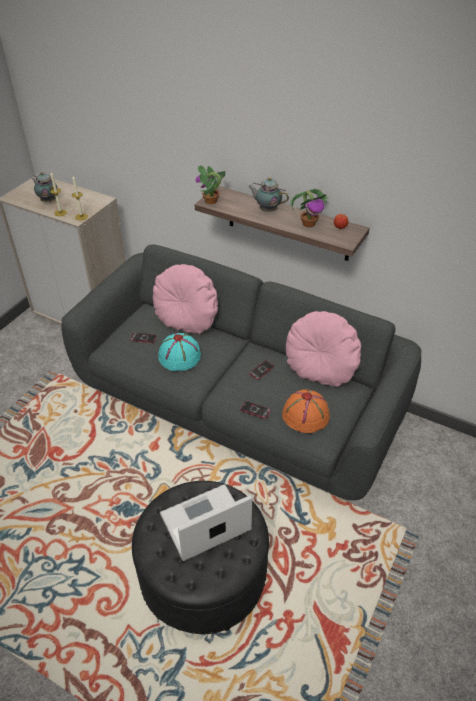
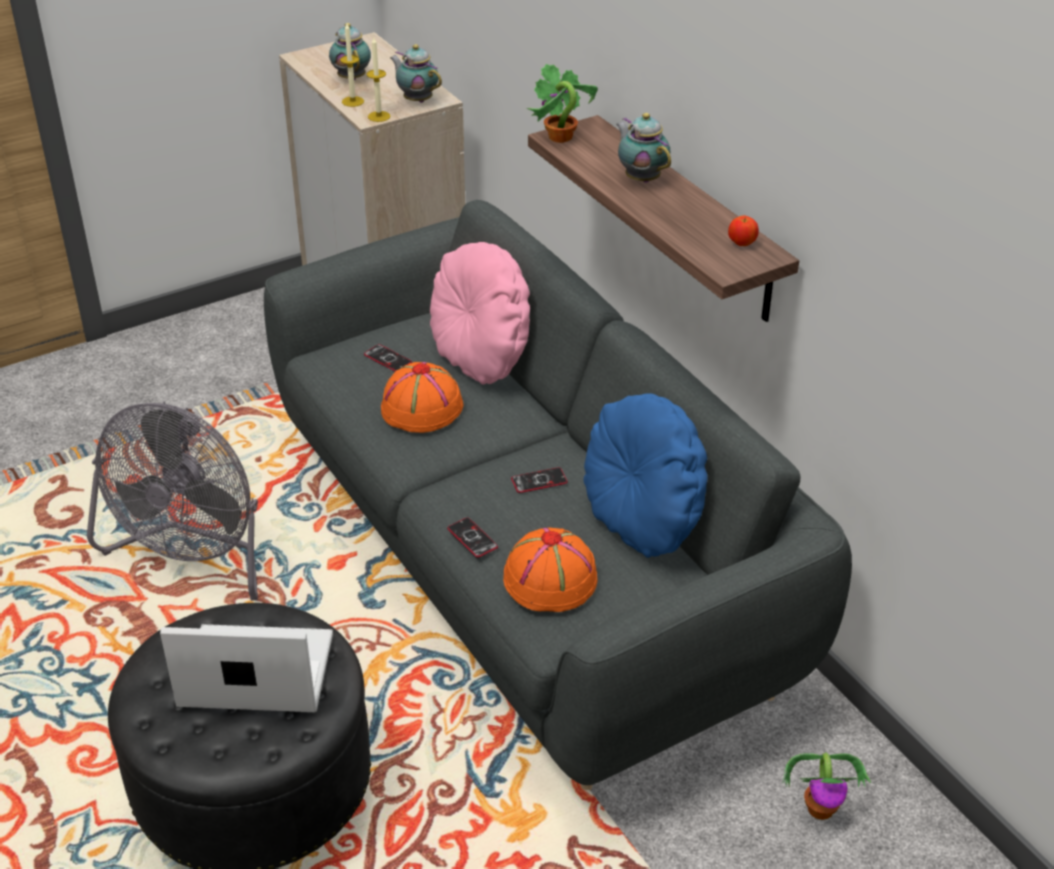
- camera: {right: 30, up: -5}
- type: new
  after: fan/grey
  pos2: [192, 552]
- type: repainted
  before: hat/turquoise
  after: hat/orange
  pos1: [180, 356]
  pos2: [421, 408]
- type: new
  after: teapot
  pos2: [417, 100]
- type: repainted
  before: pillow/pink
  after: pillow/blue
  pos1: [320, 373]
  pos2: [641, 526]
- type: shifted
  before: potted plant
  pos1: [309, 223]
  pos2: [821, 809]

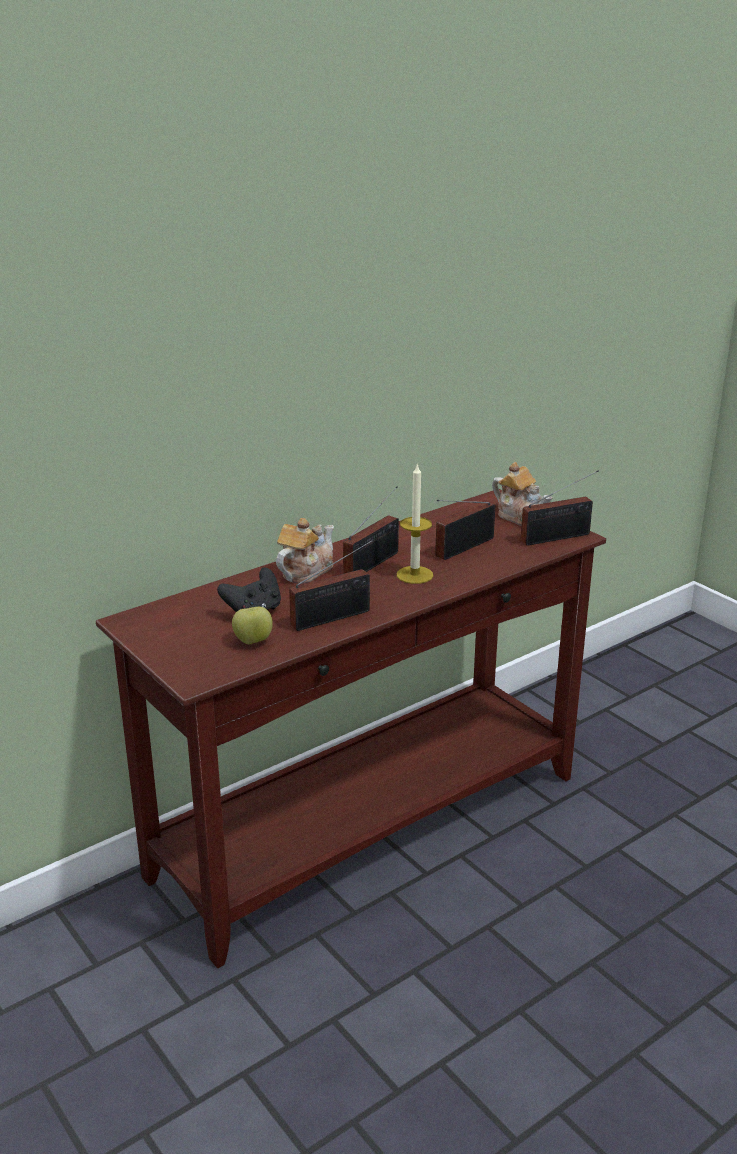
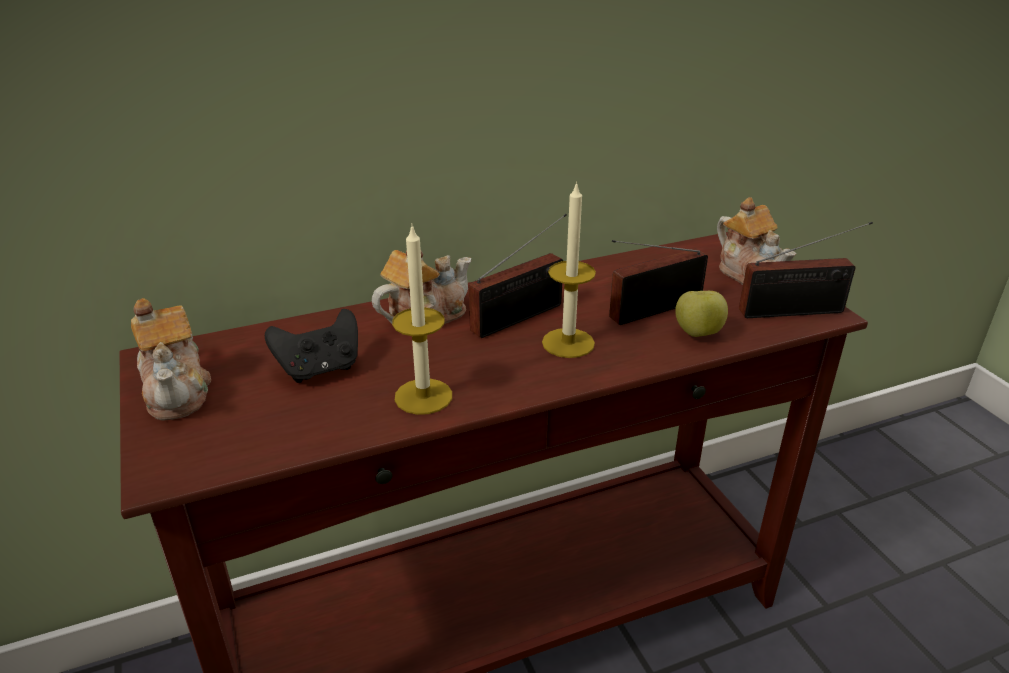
- camera: {right: 15, up: 5}
- type: new
  after: teapot
  pos2: [177, 390]
- type: swapped
  before: radio
  after: candle
  pos1: [335, 617]
  pos2: [423, 396]
- type: shifted
  before: apple
  pos1: [253, 641]
  pos2: [698, 333]

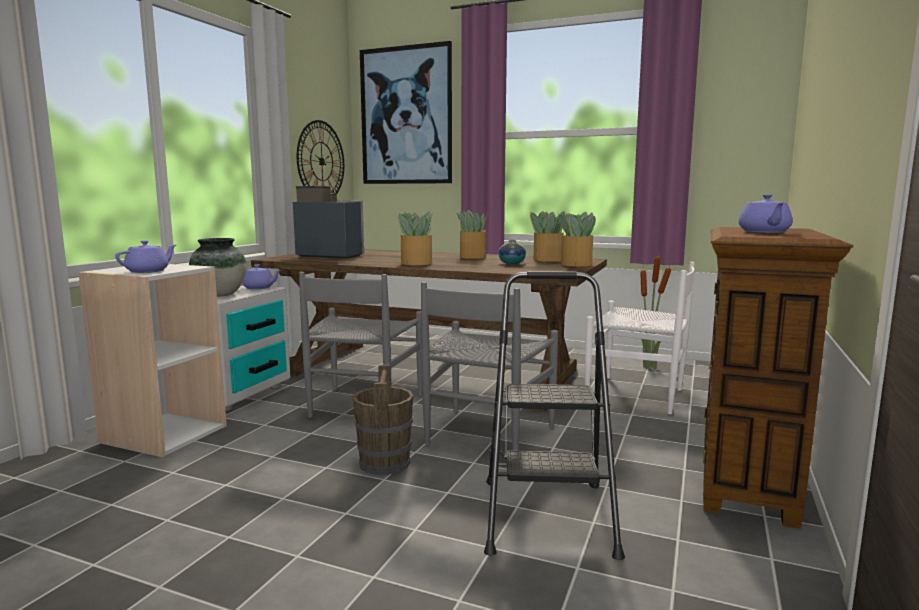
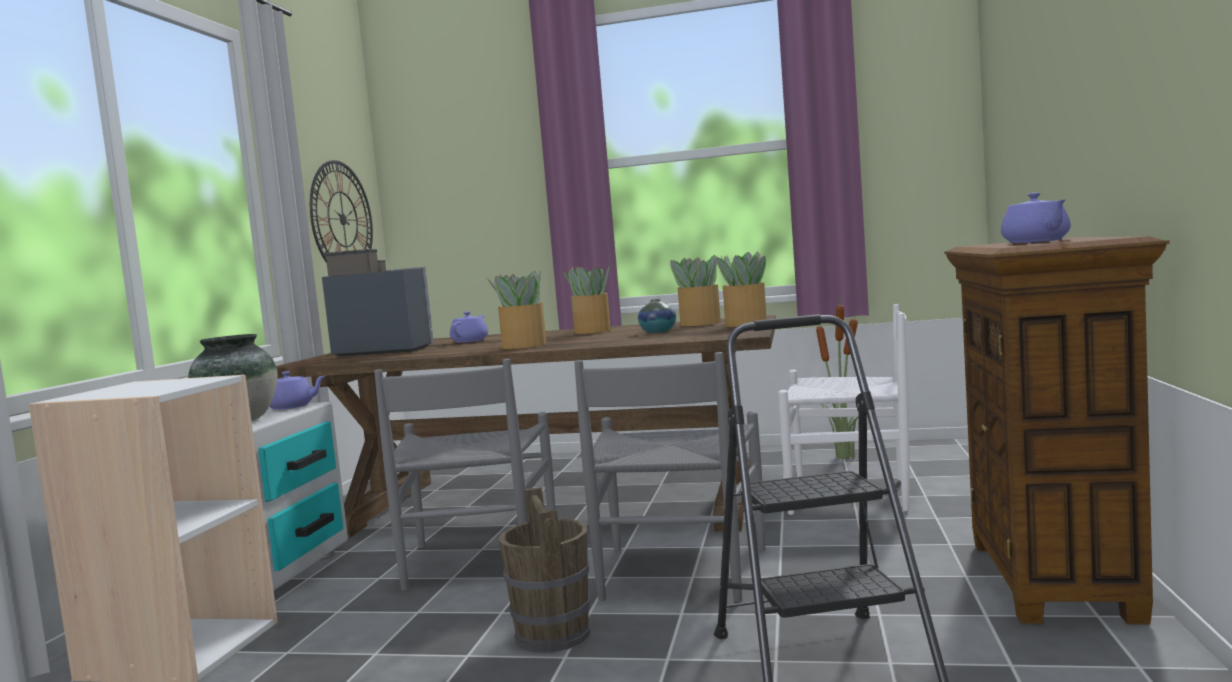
- camera: {right: -10, up: -5}
- type: shifted
  before: teapot/purple
  pos1: [148, 271]
  pos2: [470, 341]
- type: gone
  before: picture
  pos1: [406, 116]

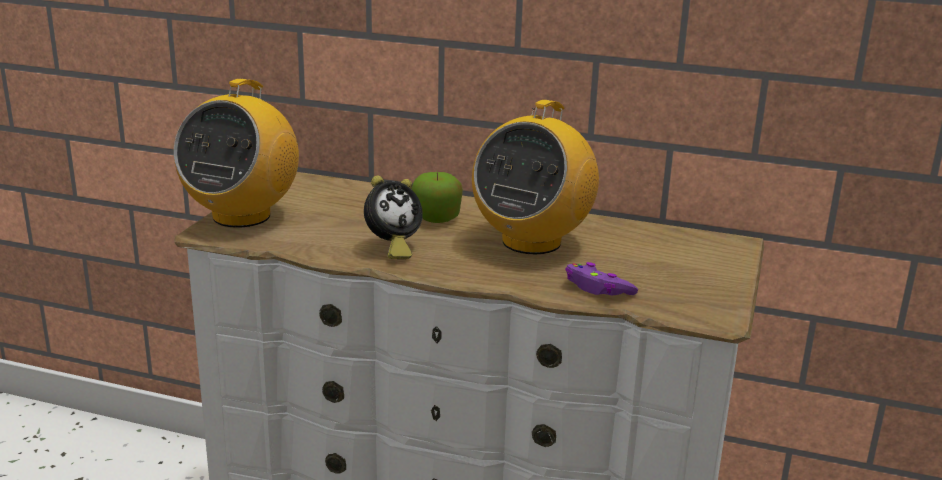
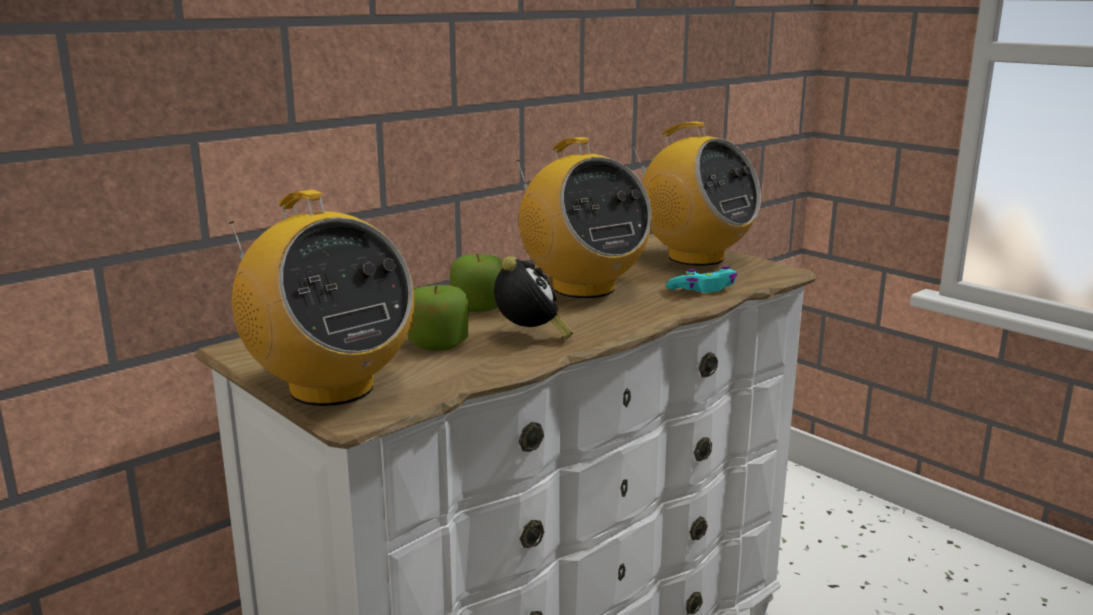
- camera: {right: -60, up: -5}
- type: new
  after: apple
  pos2: [437, 344]
- type: new
  after: radio
  pos2: [695, 257]
- type: repainted
  before: game controller/purple
  after: game controller/turquoise
  pos1: [598, 289]
  pos2: [704, 289]

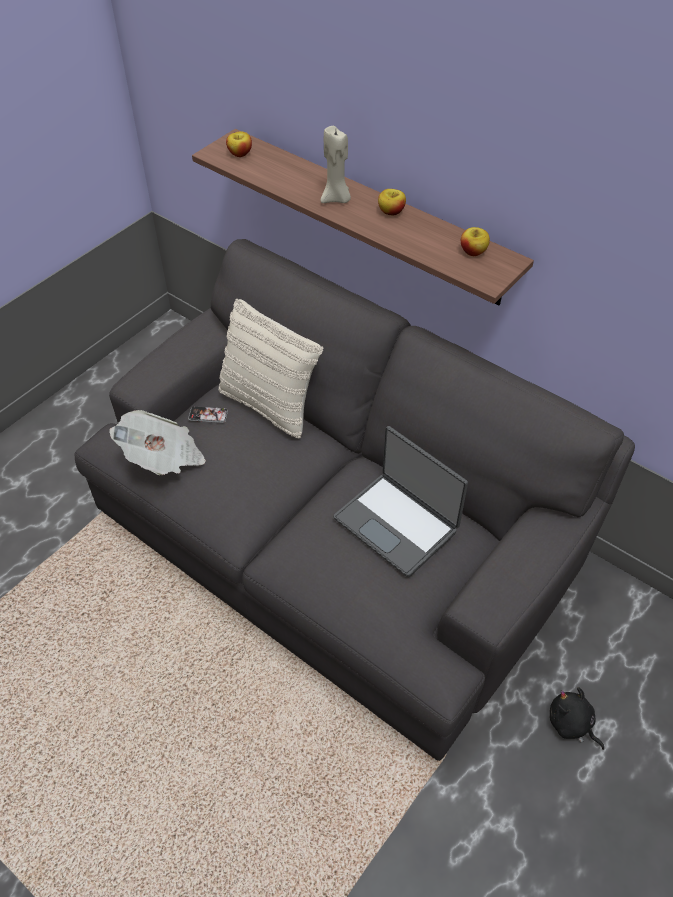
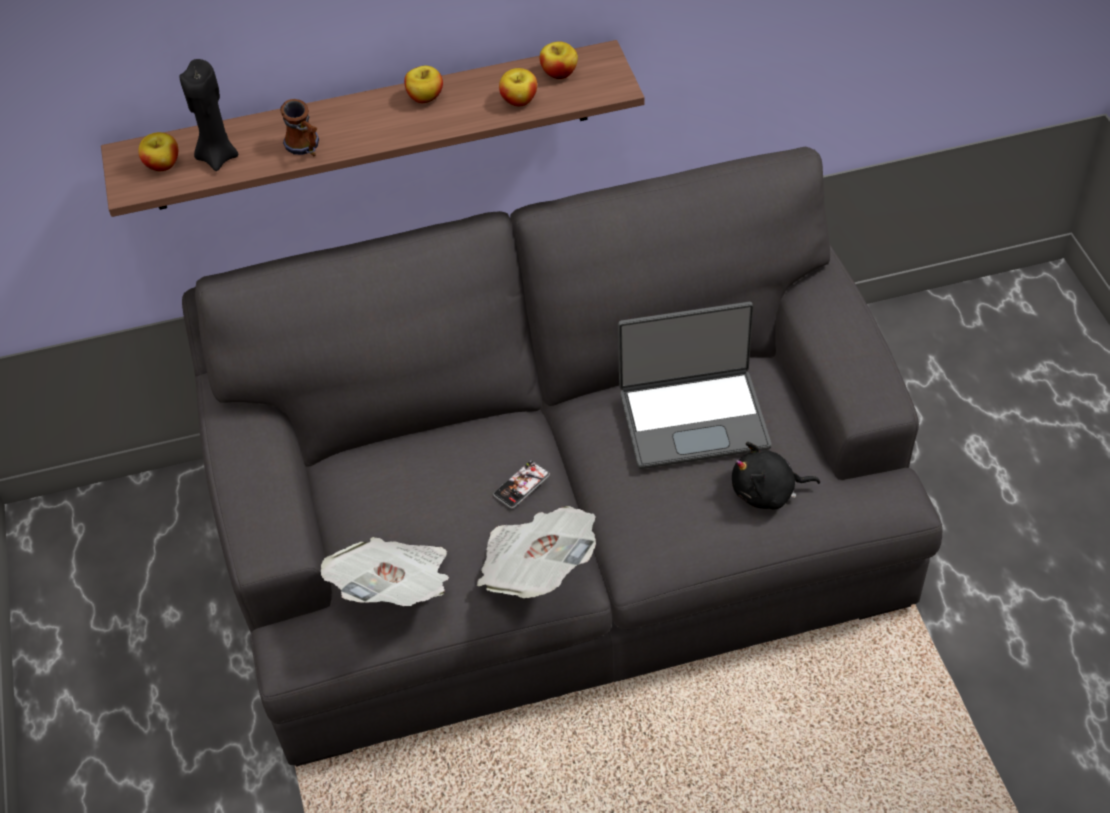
- camera: {right: -50, up: 0}
- type: new
  after: candle/black
  pos2: [217, 157]
- type: new
  after: mug
  pos2: [306, 149]
- type: new
  after: newspaper
  pos2: [536, 568]
- type: shifted
  before: phone
  pos1: [208, 415]
  pos2: [521, 485]
- type: new
  after: apple
  pos2: [519, 100]
- type: shifted
  before: plush toy/black
  pos1: [571, 724]
  pos2: [767, 492]
- type: gone
  before: pillow/beige
  pos1: [270, 406]
- type: gone
  before: candle/beige
  pos1: [336, 199]

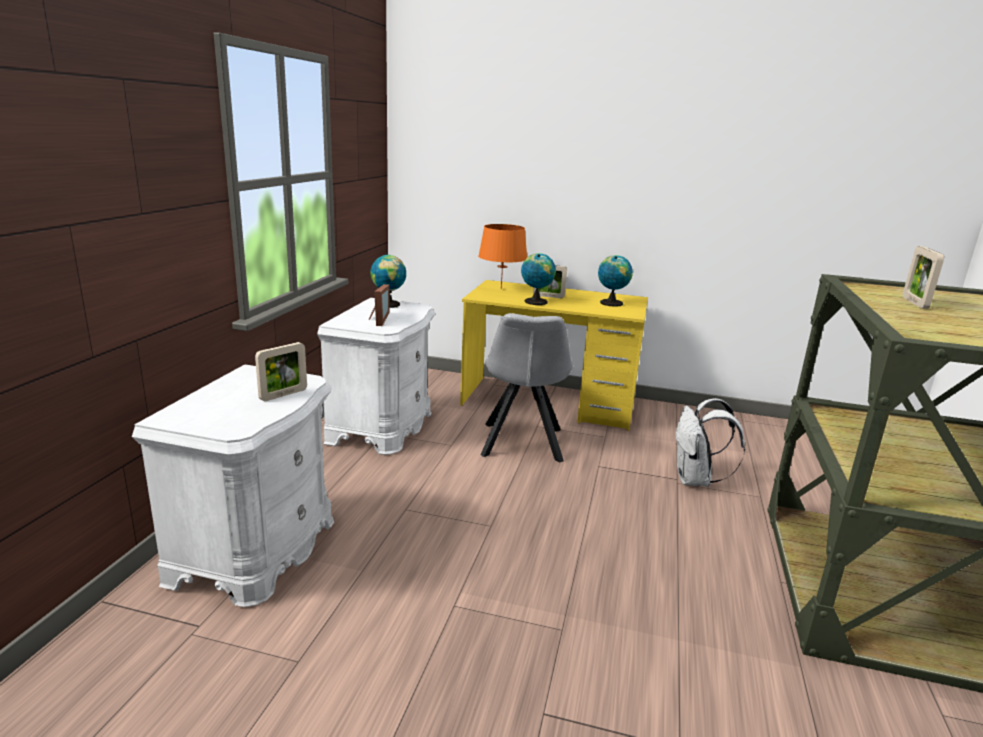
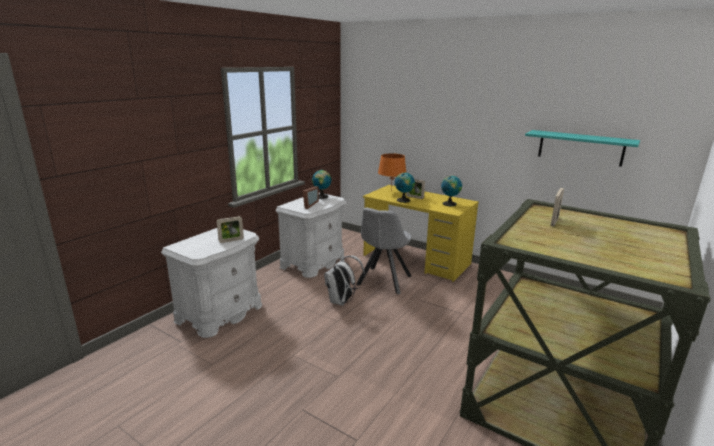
- camera: {right: 20, up: 0}
- type: shifted
  before: backpack/white
  pos1: [696, 480]
  pos2: [342, 301]
- type: new
  after: shelf/turquoise
  pos2: [580, 148]

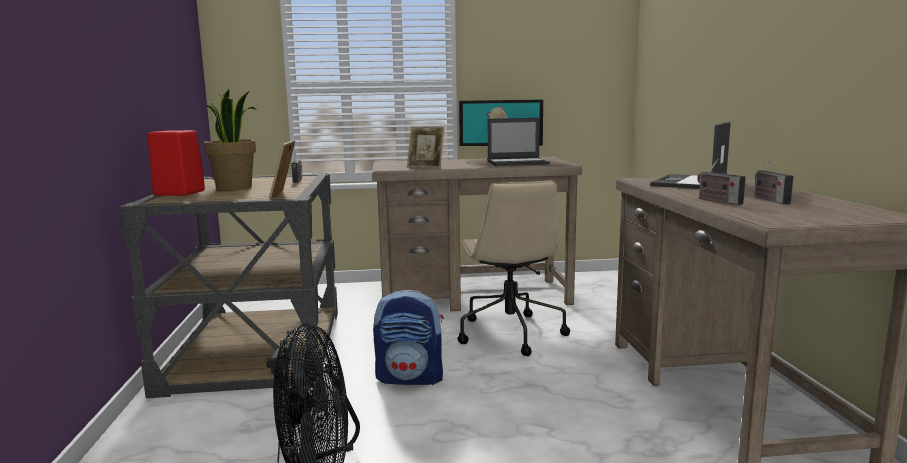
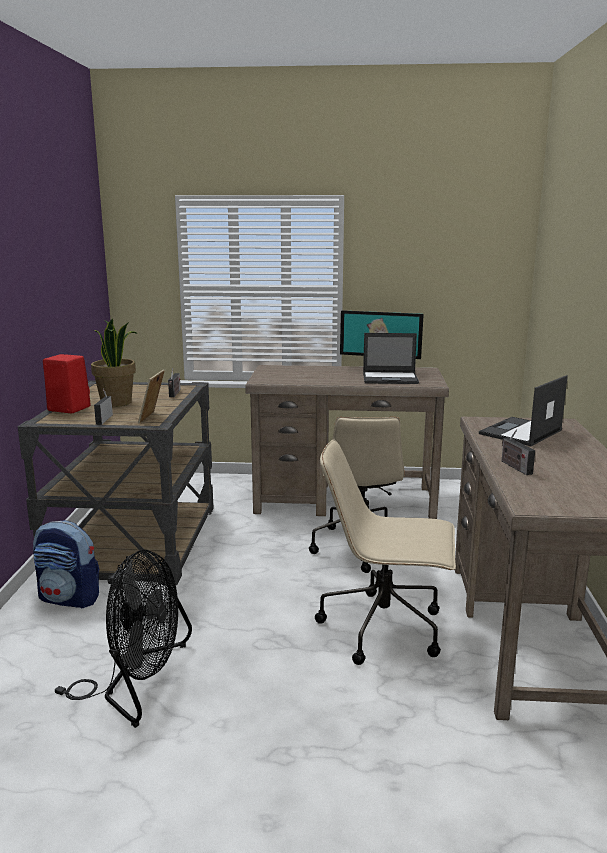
- camera: {right: 10, up: 5}
- type: shifted
  before: backpack
  pos1: [411, 378]
  pos2: [70, 598]
- type: shifted
  before: radio
  pos1: [769, 199]
  pos2: [104, 419]
- type: new
  after: office chair/beige
  pos2: [385, 628]
- type: gone
  before: picture frame
  pos1: [426, 167]

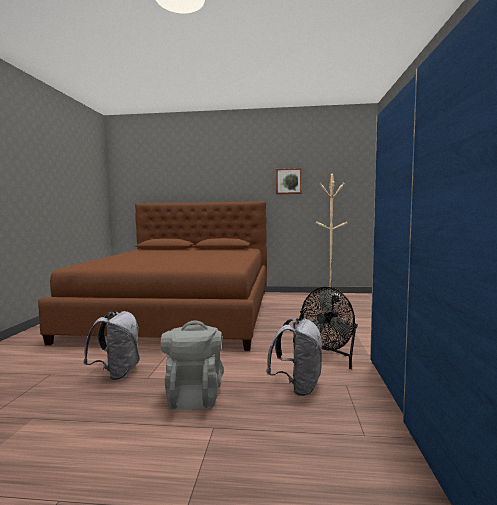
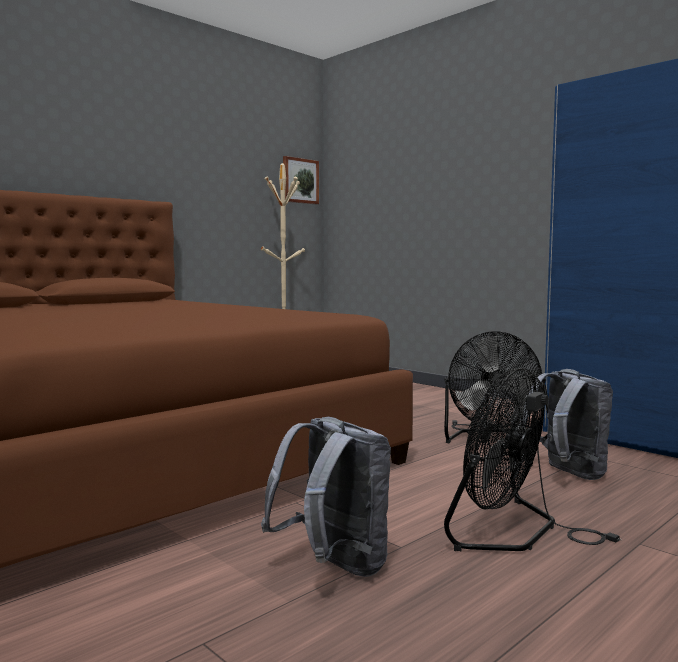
- camera: {right: -50, up: 0}
- type: shifted
  before: picture
  pos1: [288, 181]
  pos2: [300, 181]
- type: swapped
  before: backpack/grey
  after: fan/black
  pos1: [194, 395]
  pos2: [520, 530]

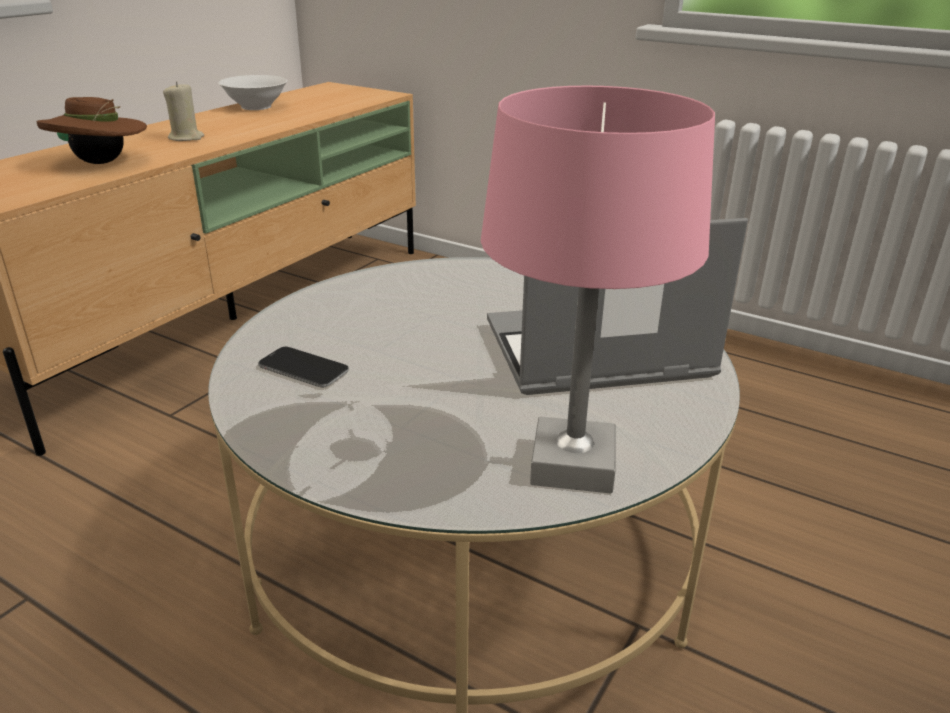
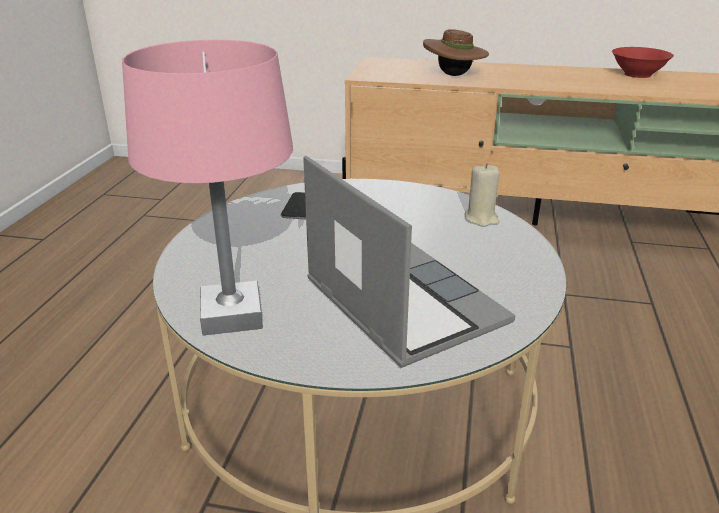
- camera: {right: 70, up: 0}
- type: shifted
  before: candle/beige
  pos1: [186, 138]
  pos2: [481, 218]
- type: repainted
  before: bowl/white
  after: bowl/red
  pos1: [255, 107]
  pos2: [637, 74]

